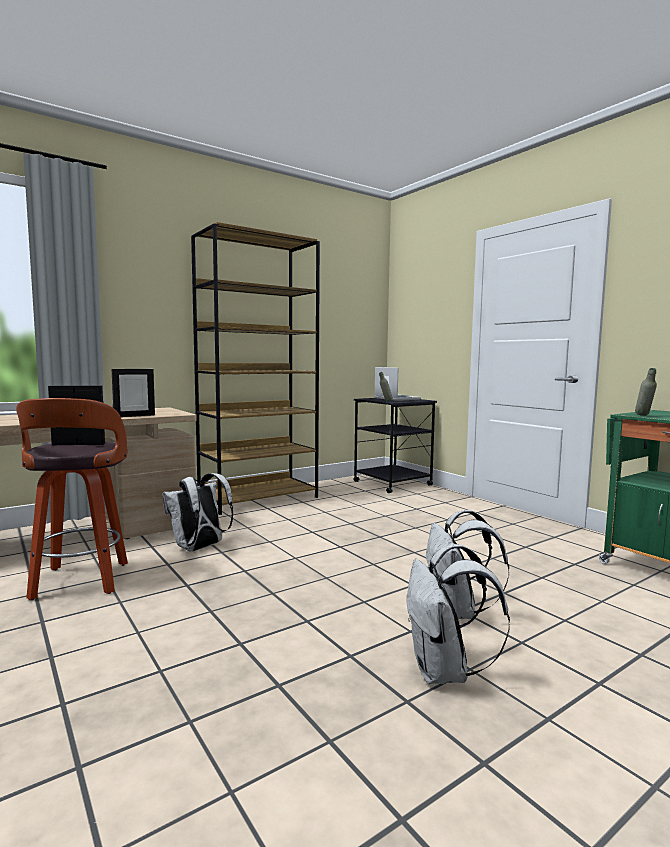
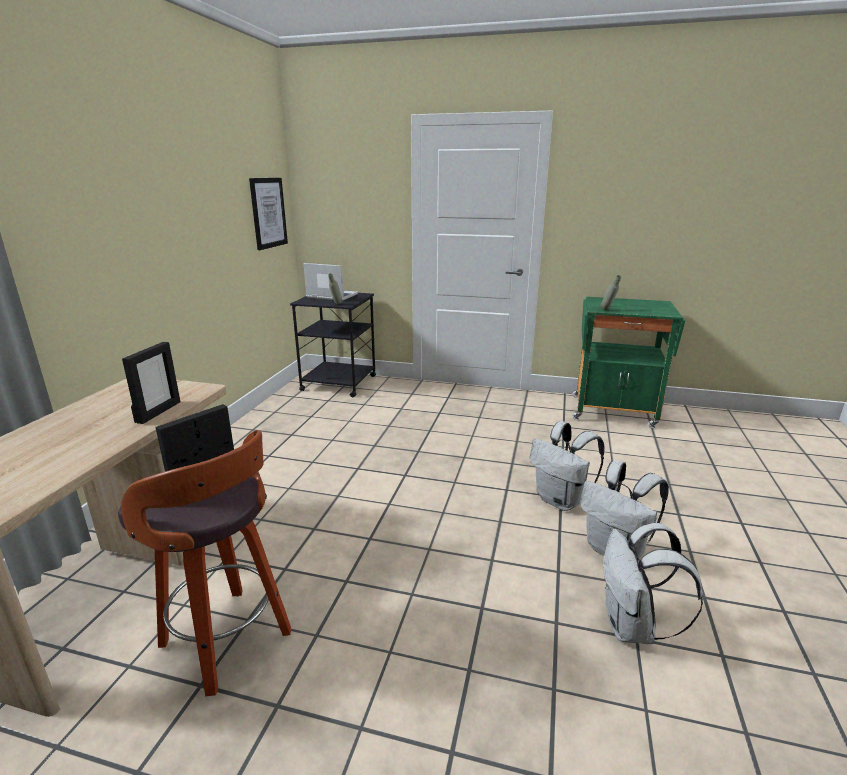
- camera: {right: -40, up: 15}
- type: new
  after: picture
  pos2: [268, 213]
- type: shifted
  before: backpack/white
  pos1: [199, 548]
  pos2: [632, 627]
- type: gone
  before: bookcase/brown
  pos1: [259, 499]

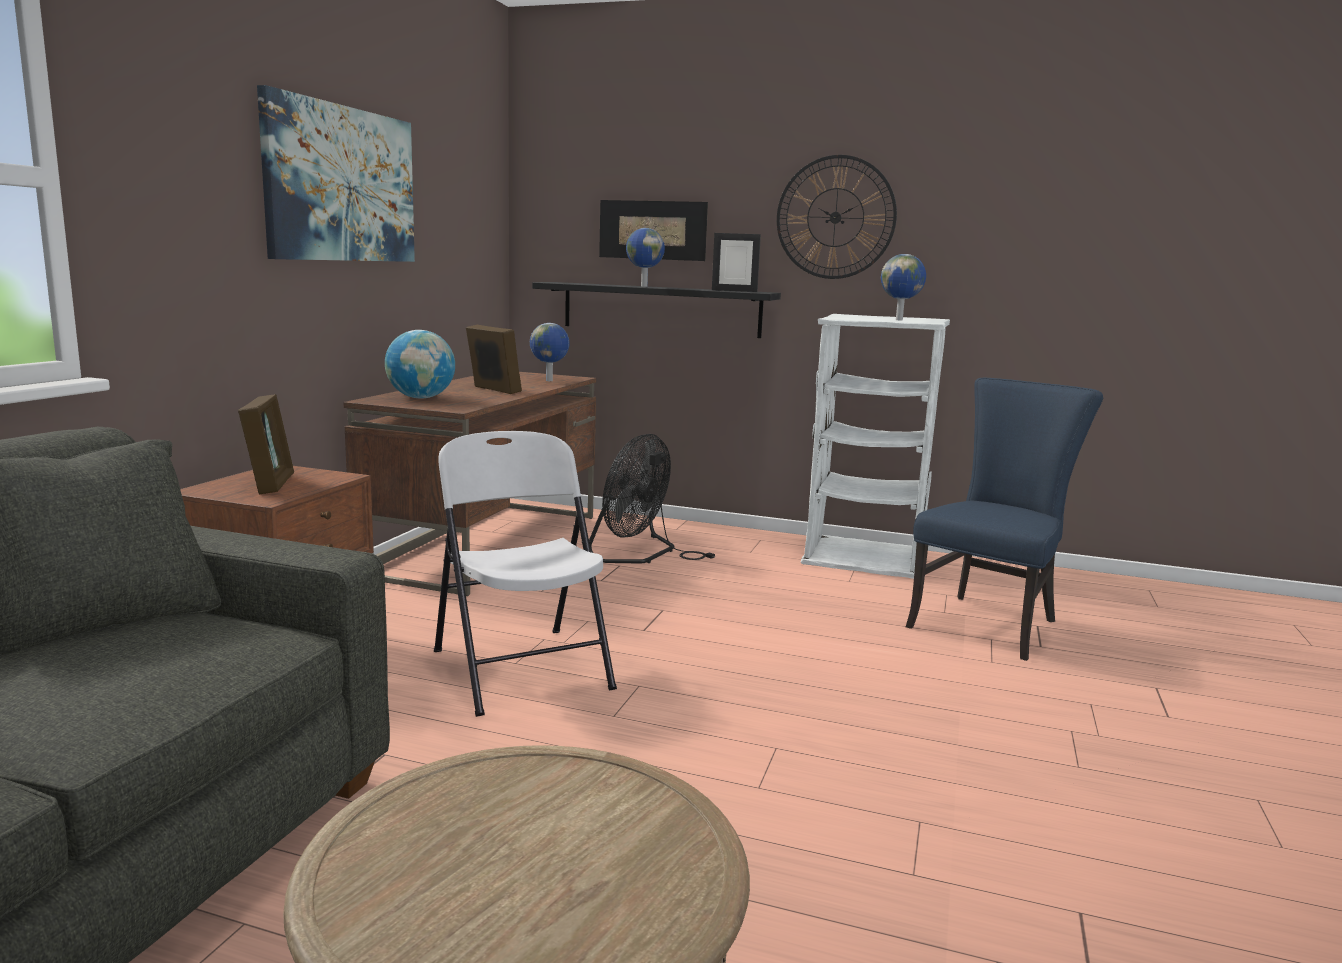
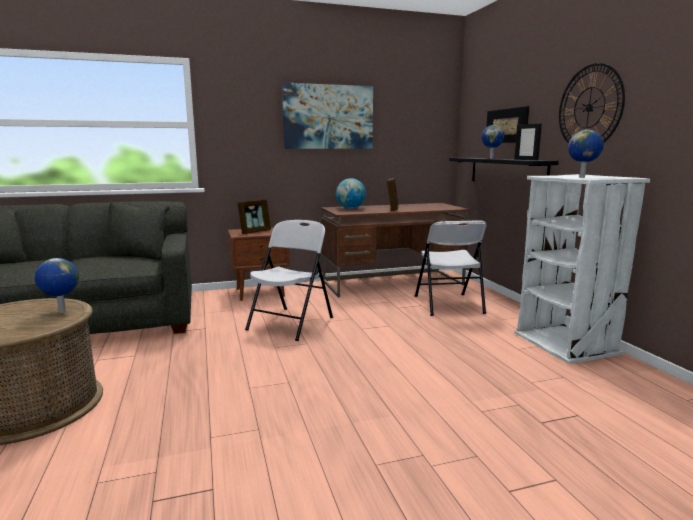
- camera: {right: 55, up: 0}
- type: shifted
  before: globe
  pos1: [550, 381]
  pos2: [62, 312]
- type: swapped
  before: fan/black
  after: chair/white
  pos1: [647, 553]
  pos2: [448, 304]
- type: gone
  before: chair/blue
  pos1: [989, 622]

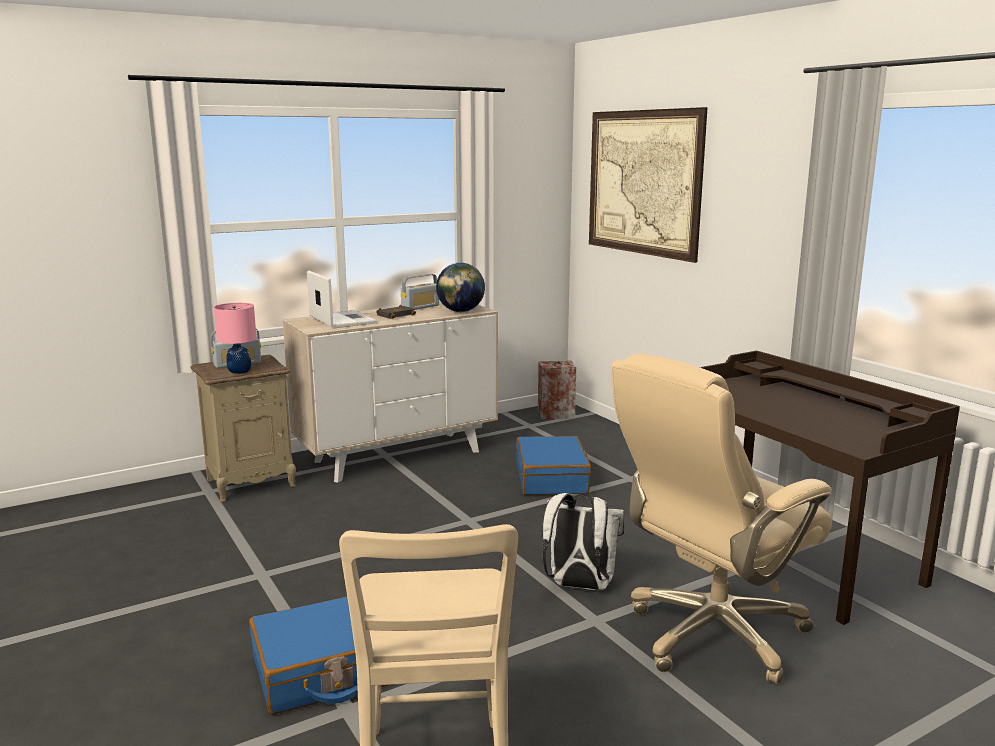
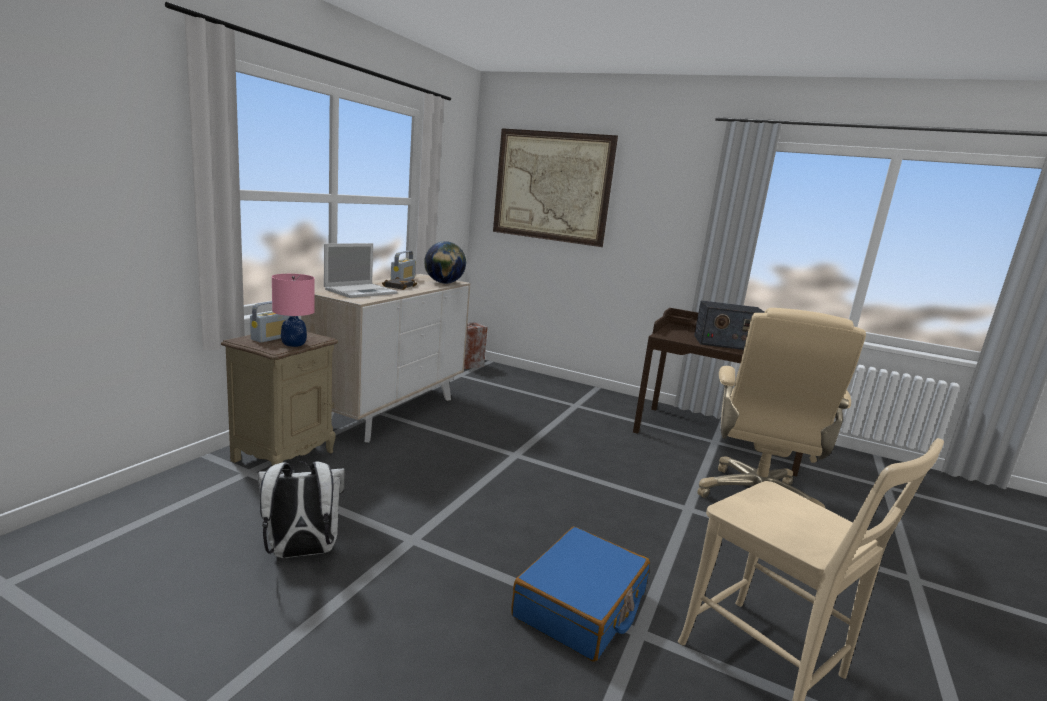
- camera: {right: -35, up: 0}
- type: shifted
  before: backpack/white
  pos1: [579, 586]
  pos2: [301, 553]
- type: rotated
  before: laptop
  pos1: [341, 320]
  pos2: [361, 291]
  turn: 105
- type: new
  after: radio
  pos2: [725, 343]
- type: gone
  before: suitcase/blue
  pos1: [552, 478]

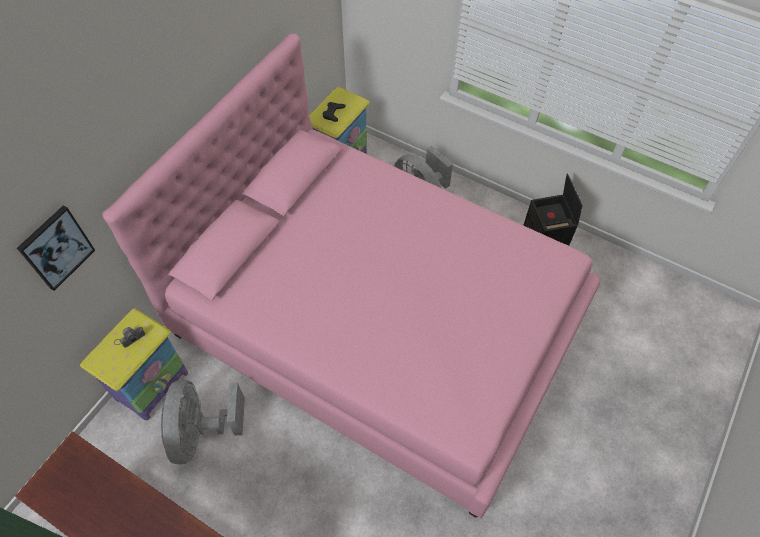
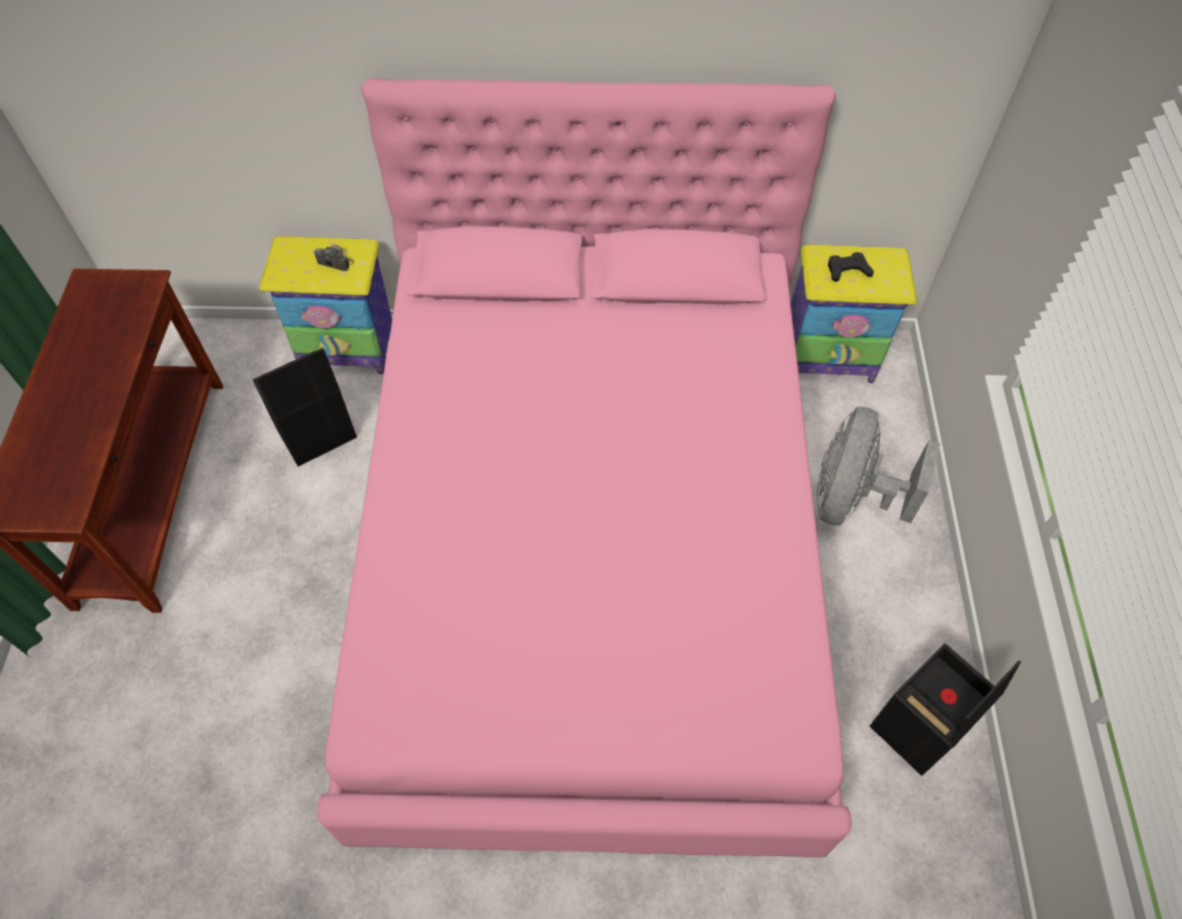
- camera: {right: 60, up: 0}
- type: swapped
  before: fan/grey
  after: storage box/black
  pos1: [202, 431]
  pos2: [315, 434]
- type: gone
  before: picture
  pos1: [56, 248]

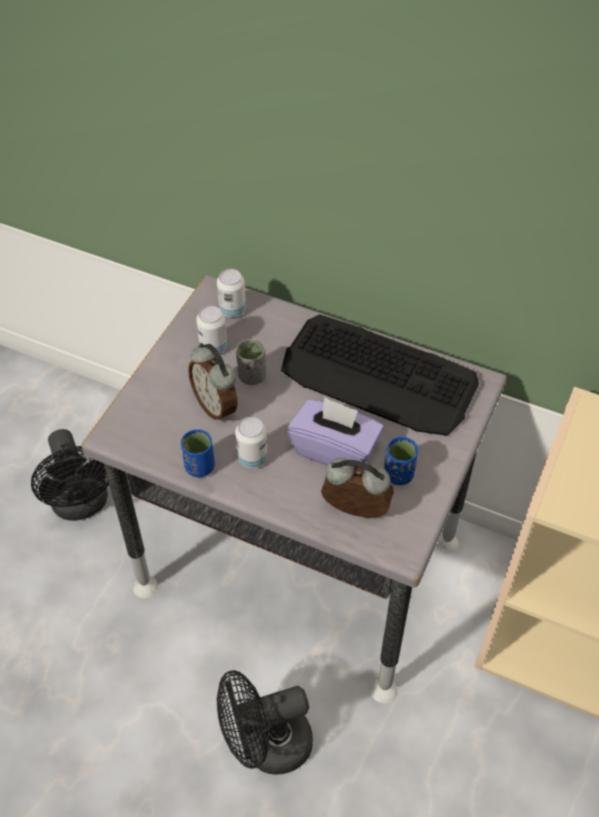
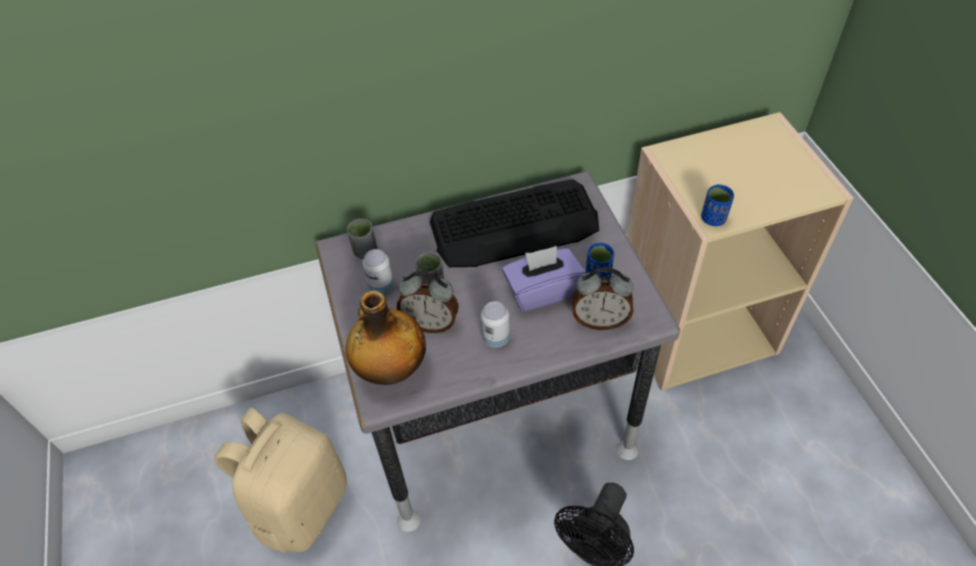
- camera: {right: -40, up: 0}
- type: swapped
  before: fan/black
  after: backpack/beige
  pos1: [82, 505]
  pos2: [300, 505]
- type: new
  after: bottle
  pos2: [391, 369]
- type: swapped
  before: can
  after: cup/grey
  pos1: [232, 310]
  pos2: [365, 251]
- type: rotated
  before: alarm clock
  pos1: [355, 512]
  pos2: [600, 320]
  turn: -150
- type: shifted
  before: cup/blue
  pos1: [200, 467]
  pos2: [713, 219]

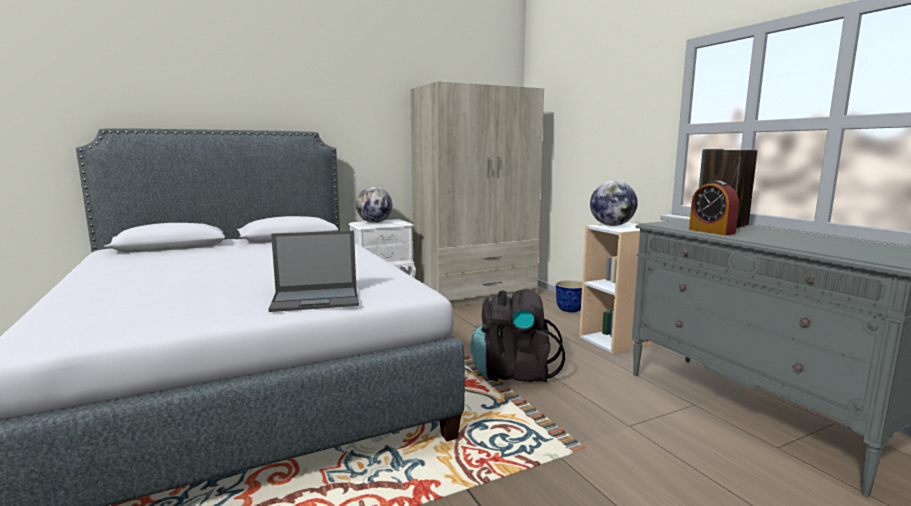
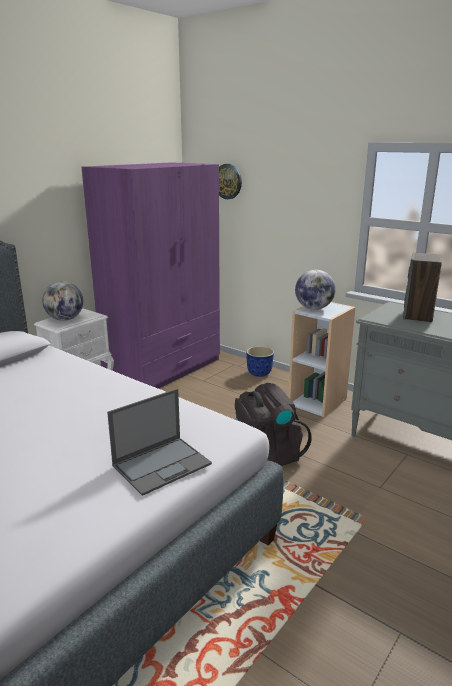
- camera: {right: -25, up: 10}
- type: repainted
  before: wardrobe/beige
  after: wardrobe/purple
  pos1: [476, 294]
  pos2: [164, 369]
- type: new
  after: wall clock
  pos2: [228, 181]
- type: gone
  before: alarm clock
  pos1: [711, 231]

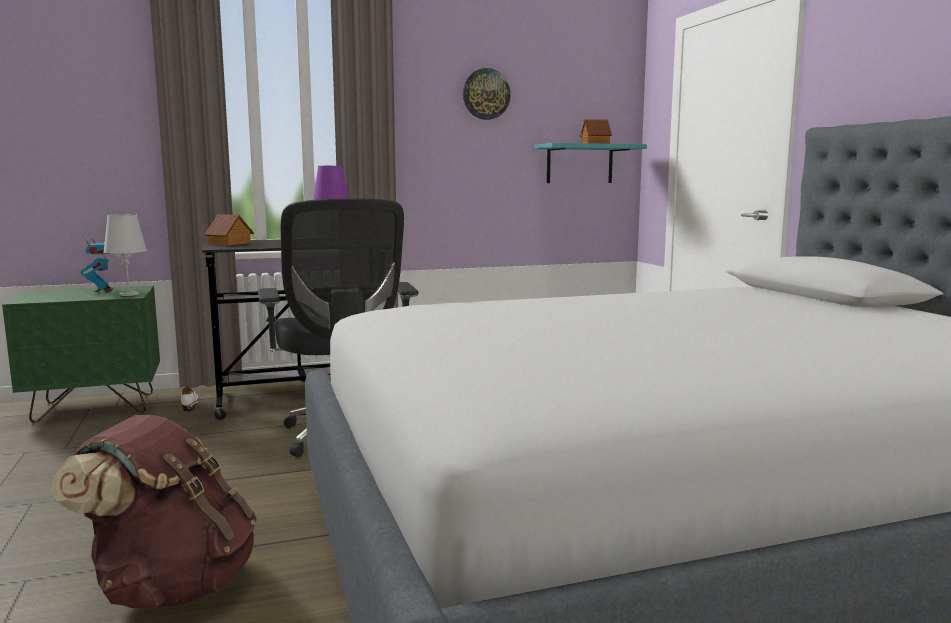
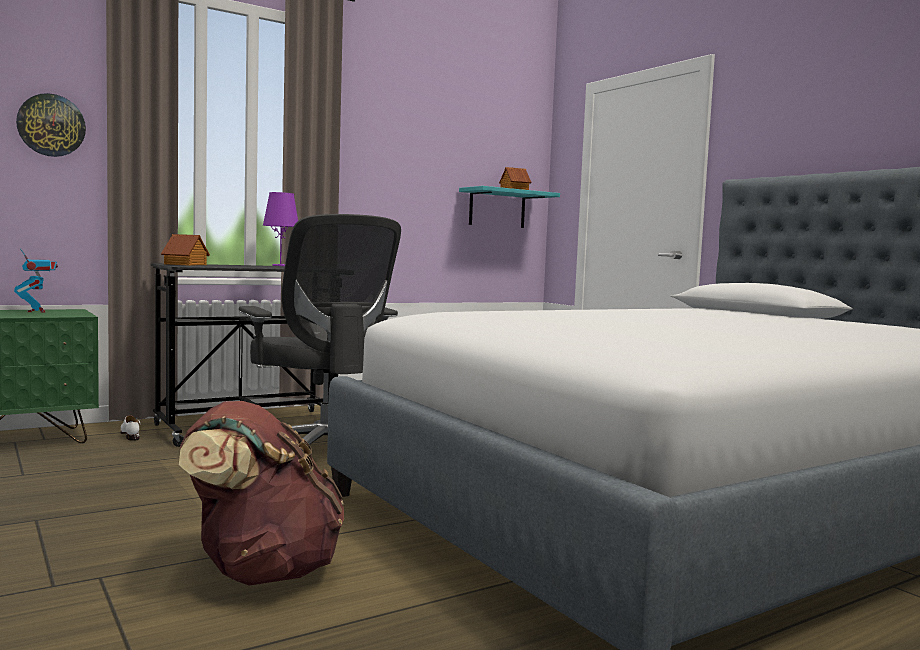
- camera: {right: -15, up: -5}
- type: shifted
  before: wall clock
  pos1: [486, 94]
  pos2: [51, 125]
- type: gone
  before: table lamp/white
  pos1: [129, 294]

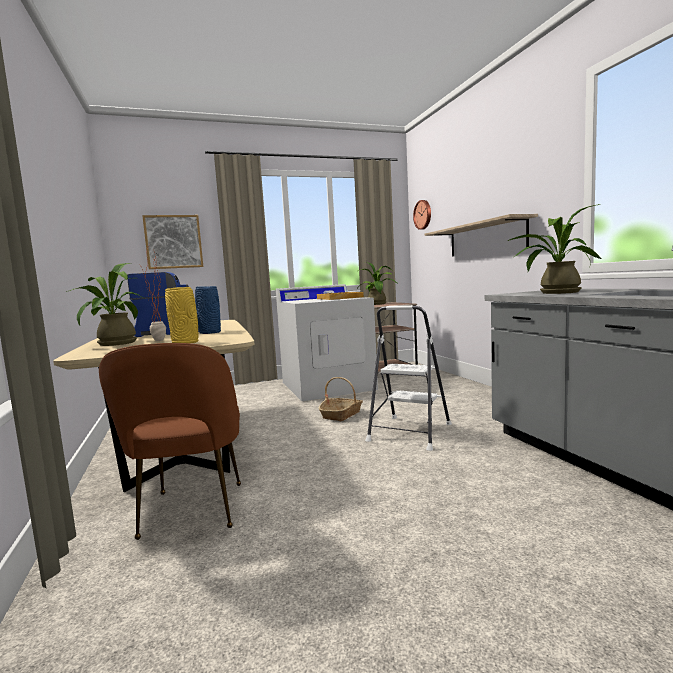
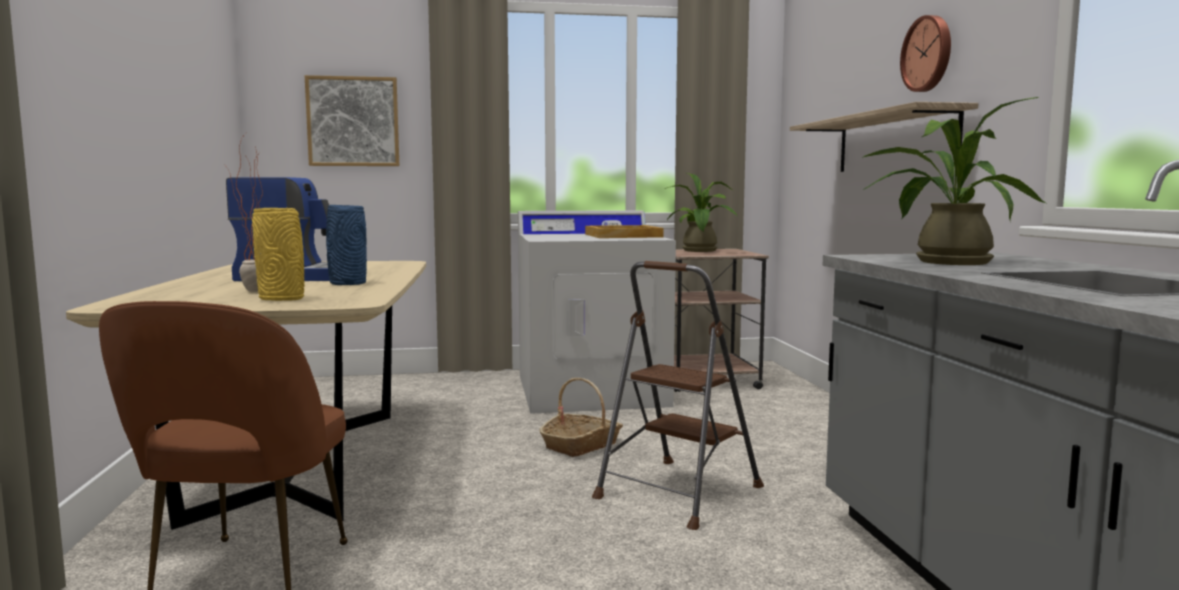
- camera: {right: 10, up: 0}
- type: repainted
  before: step ladder/white
  after: step ladder/brown
  pos1: [408, 433]
  pos2: [676, 492]
- type: shifted
  before: wall clock
  pos1: [423, 214]
  pos2: [928, 54]
- type: gone
  before: potted plant
  pos1: [112, 344]

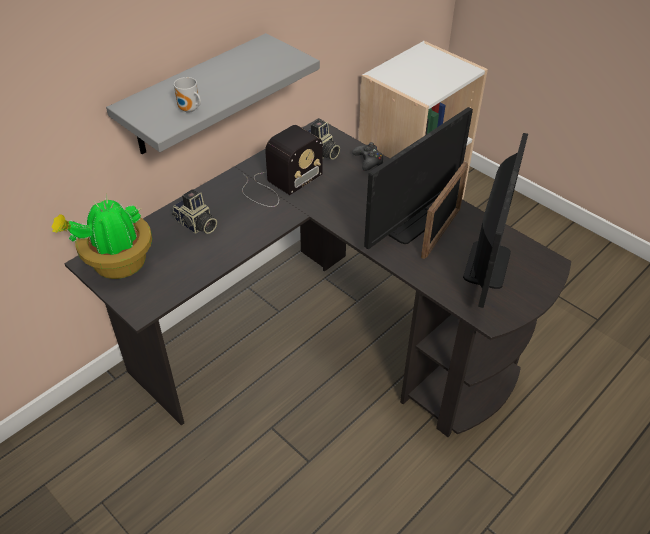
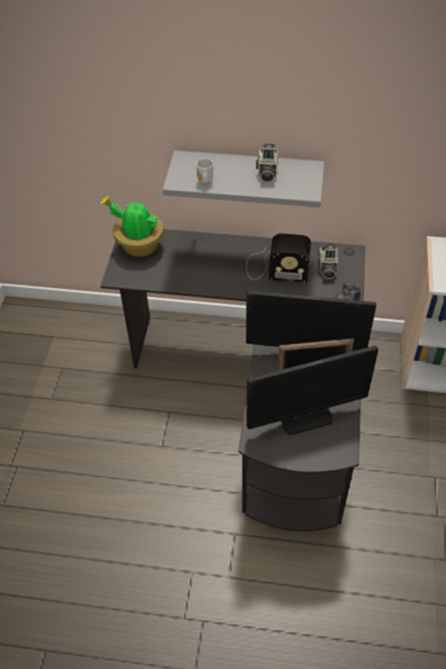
- camera: {right: 55, up: 5}
- type: shifted
  before: photo camera
  pos1: [196, 225]
  pos2: [266, 172]

